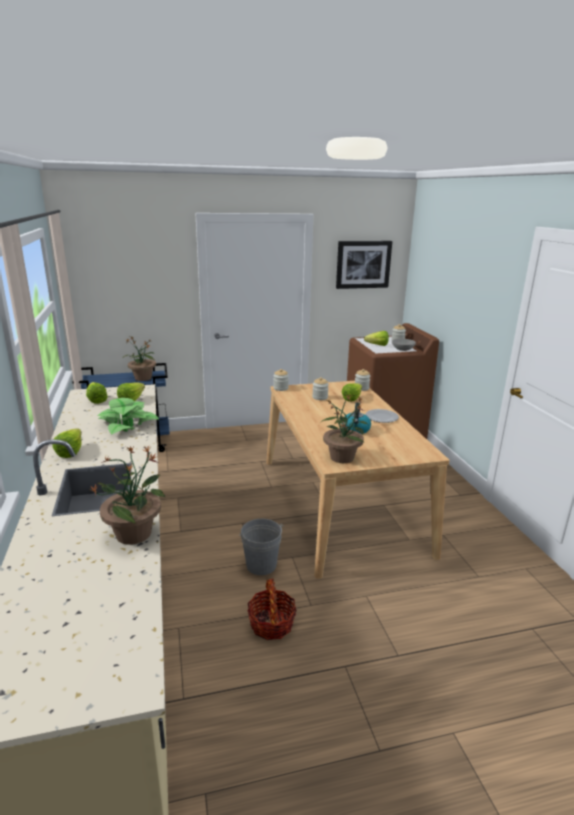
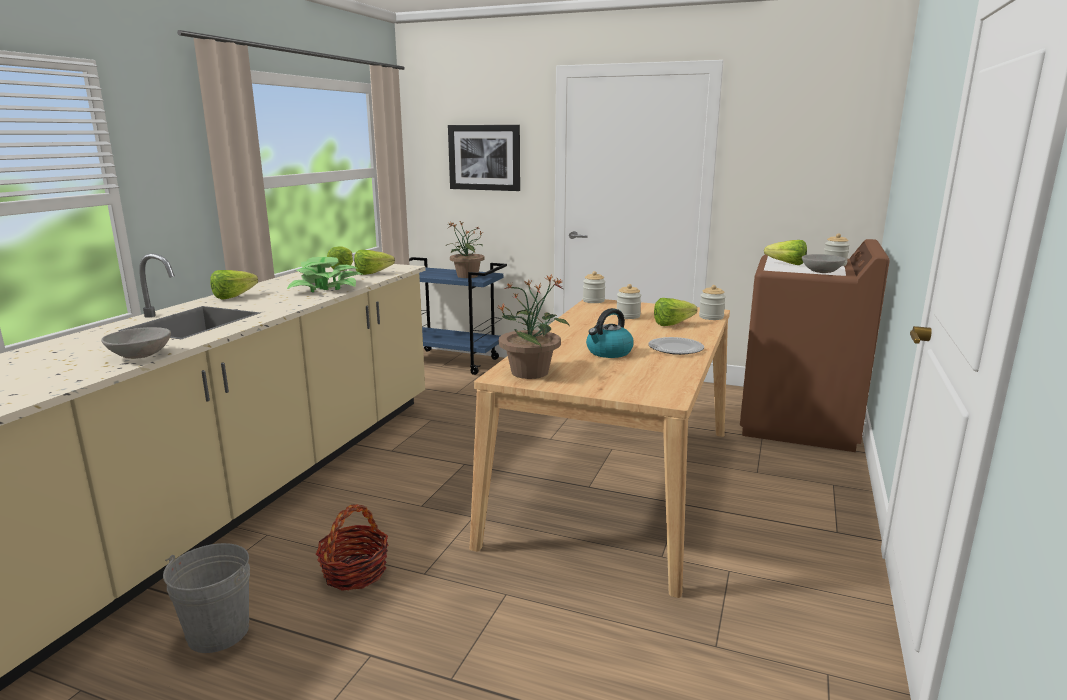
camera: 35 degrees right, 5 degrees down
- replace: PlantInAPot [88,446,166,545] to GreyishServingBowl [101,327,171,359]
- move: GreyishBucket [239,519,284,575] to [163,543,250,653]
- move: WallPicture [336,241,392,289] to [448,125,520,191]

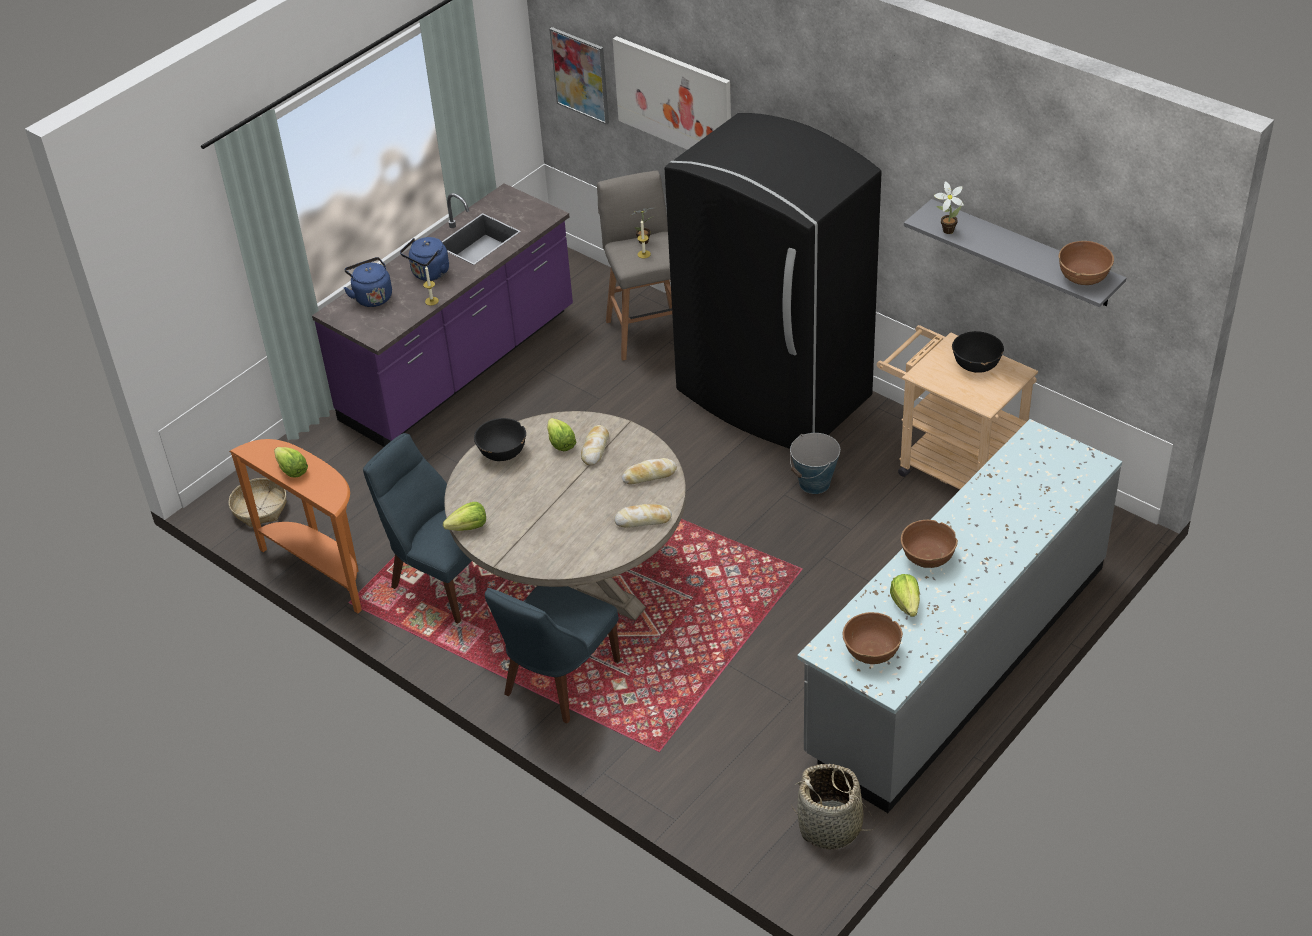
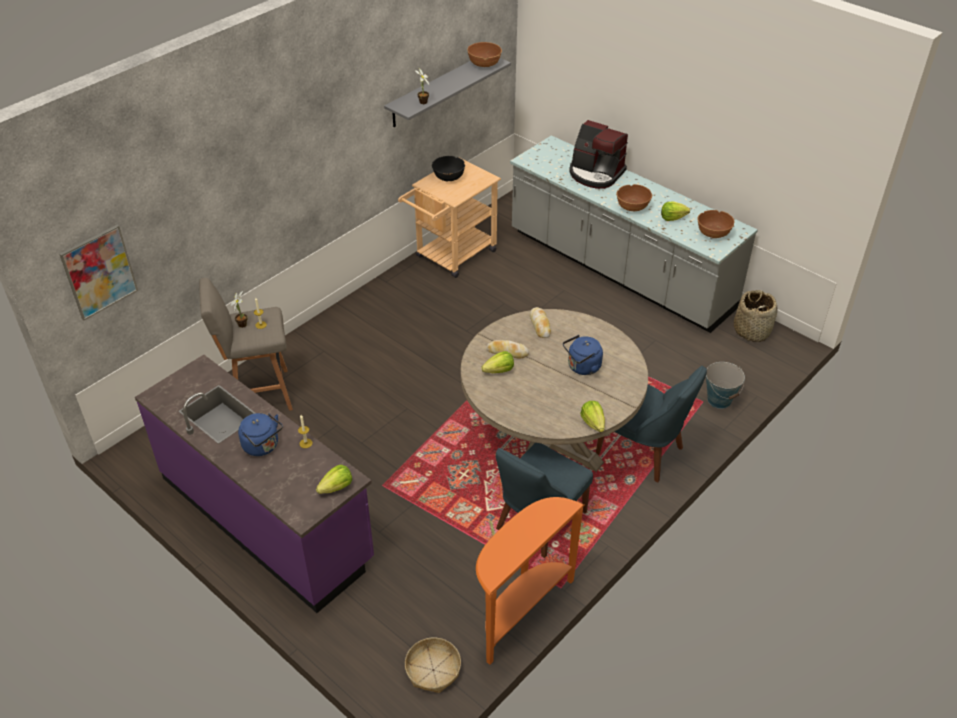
camera: 90 degrees left, 0 degrees up
- move: Lettuce [274,447,308,477] to [316,465,352,494]
- move: BlueWaterKettle [344,257,392,307] to [563,335,603,375]
- insert: CoffeeMaker [569,120,628,189]
- move: Bucket [790,433,840,494] to [706,362,745,409]
- delete: BlackColouredServingBowl [474,418,526,461]
- delete: WallPicture [613,36,731,150]
- delete: Bread [614,504,672,528]
- delete: BlackColouredRefrigerator [665,113,882,449]

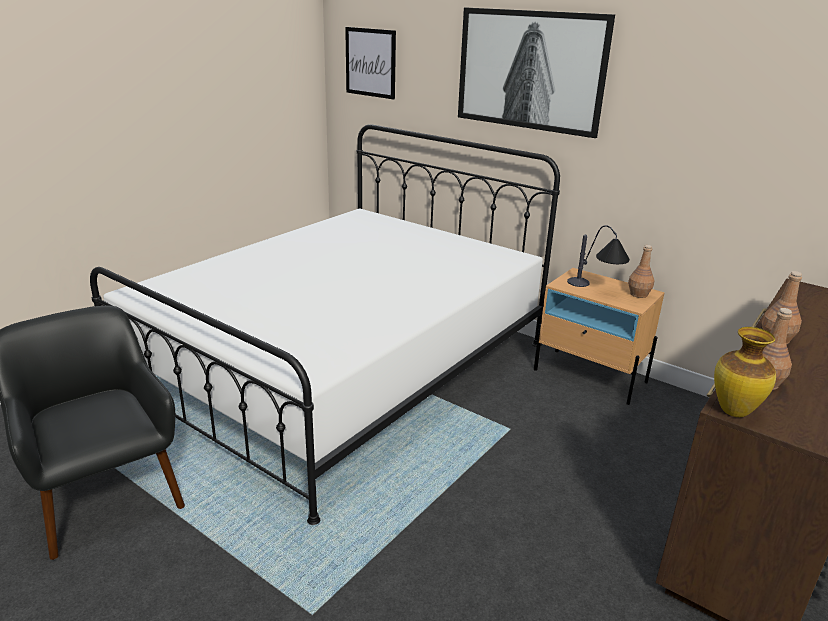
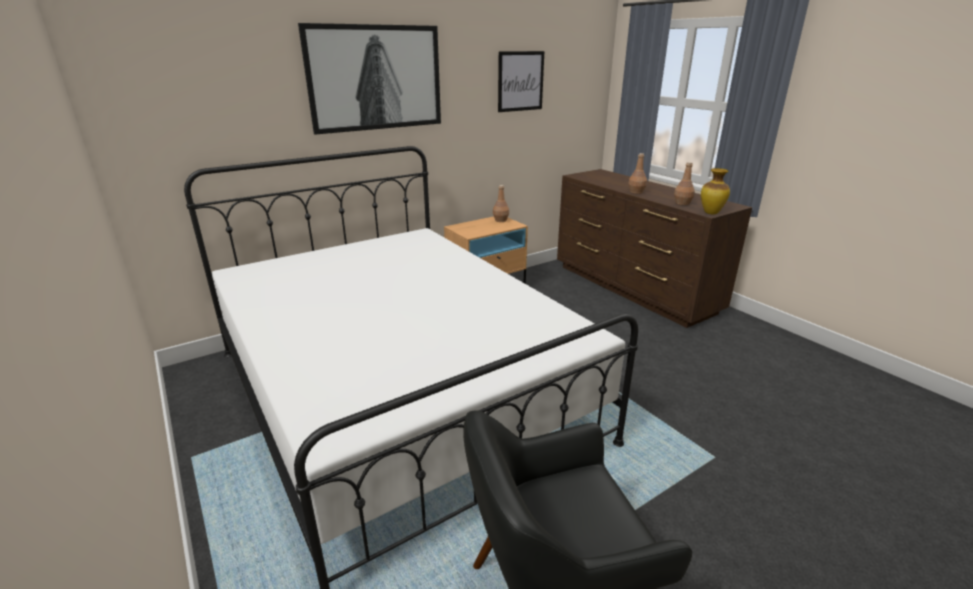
camera: 70 degrees left, 0 degrees up
- move: WallPicture [345,27,396,99] to [498,51,544,112]
- delete: LampForATable [567,225,630,287]

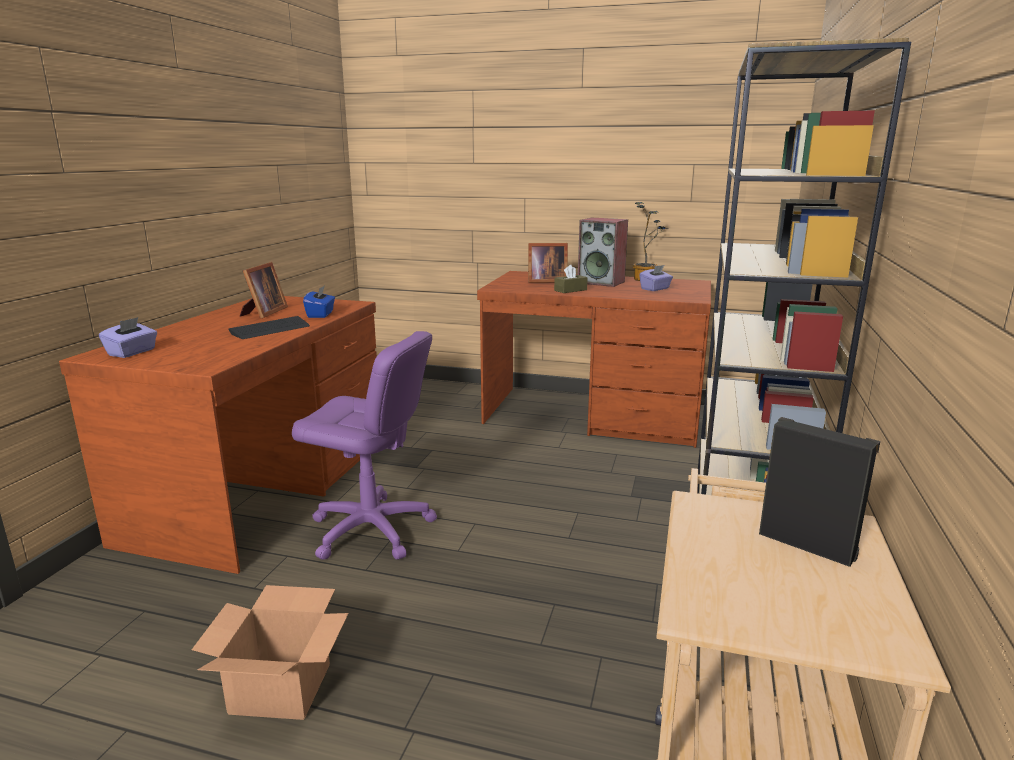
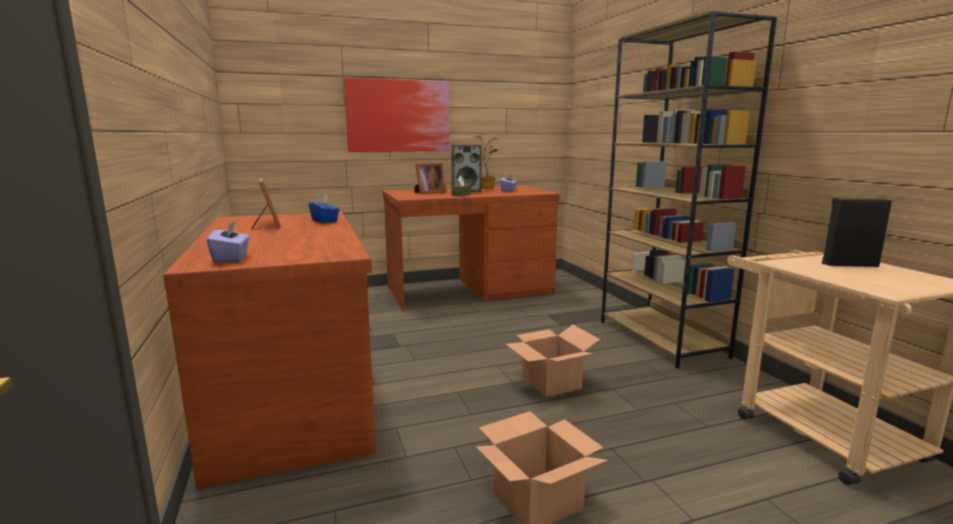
camera: 35 degrees left, 5 degrees down
- insert: WallPicture [344,78,450,152]
- insert: Carton [506,325,600,397]
- delete: PcKeyboard [228,316,310,339]
- delete: PurpleColouredOfficeChair [292,331,437,560]

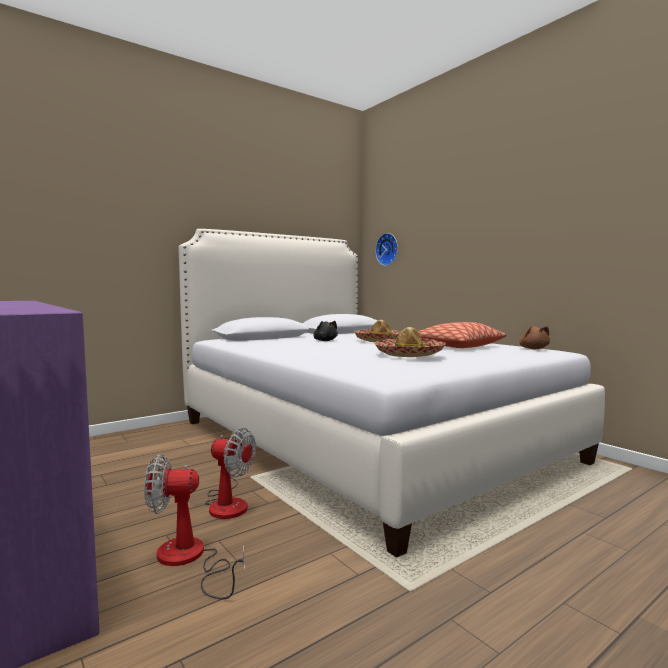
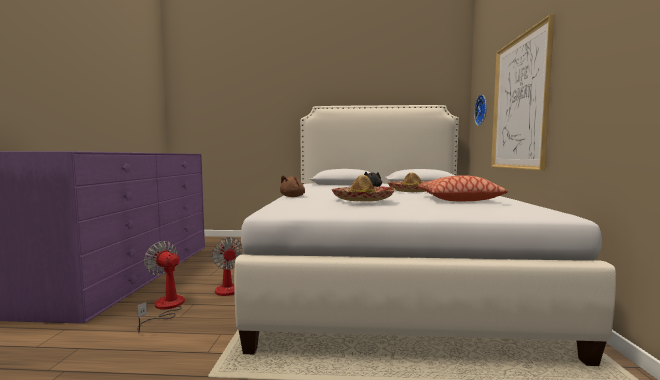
camera: 40 degrees right, 0 degrees up
- move: BrownColouredCuddlyToy [520,326,550,349] to [280,175,305,197]
- insert: WallPicture [491,14,554,171]

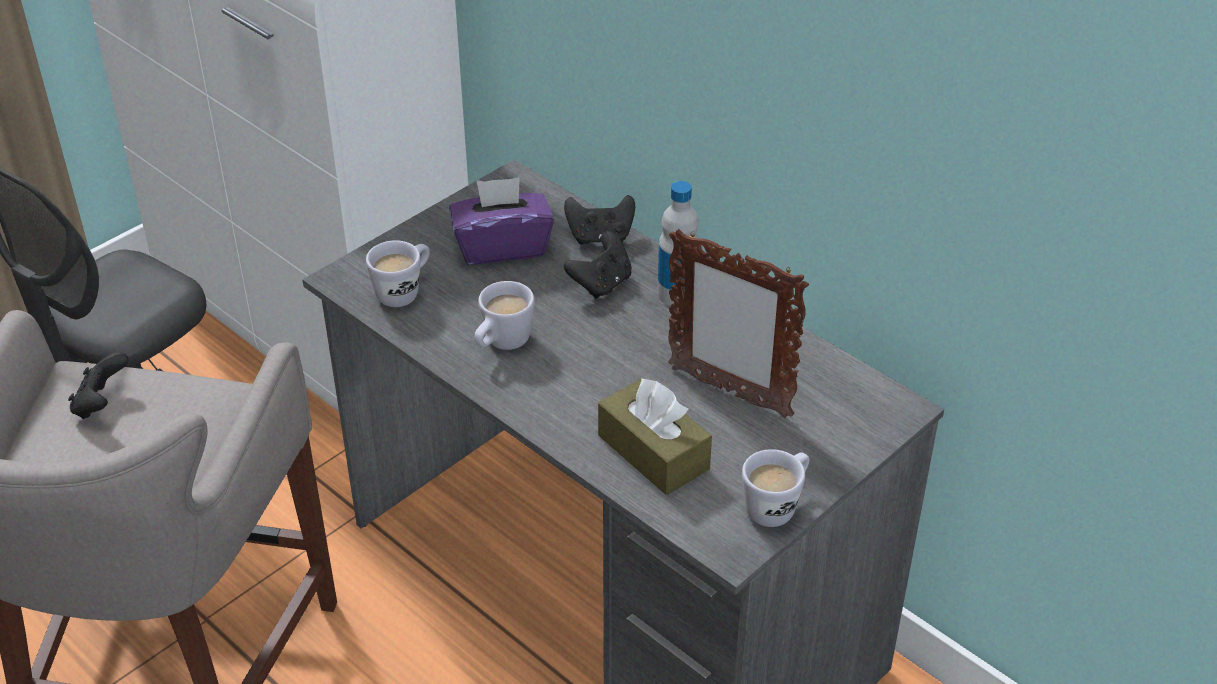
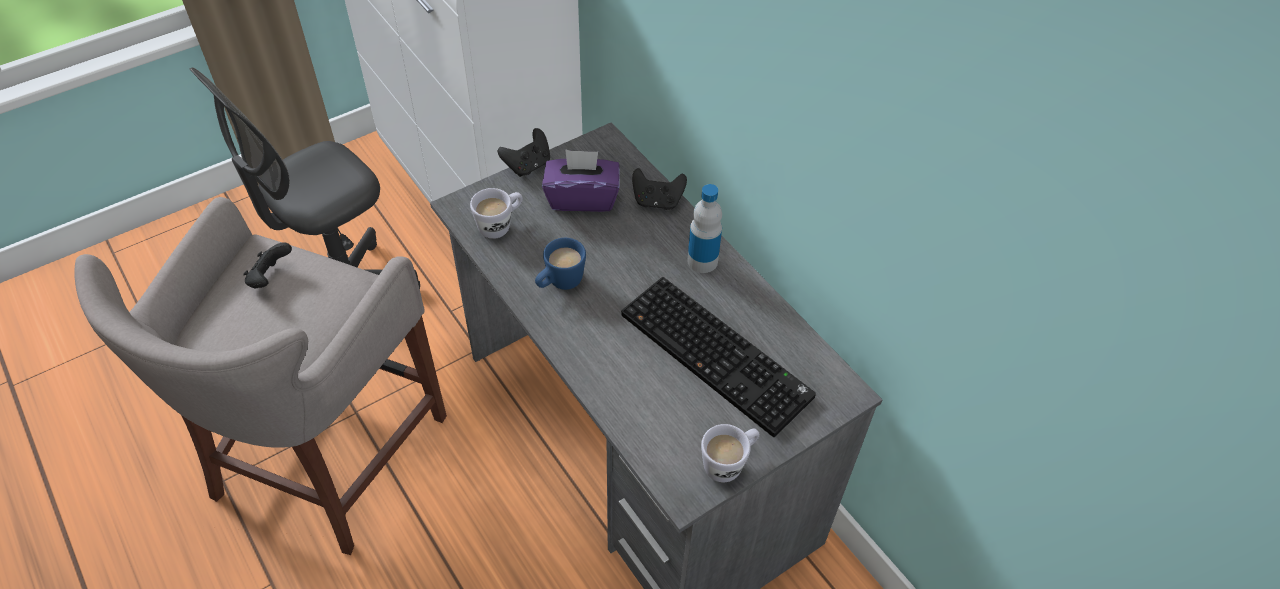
camera: 10 degrees right, 10 degrees up
- move: BlackColouredGamepad [564,231,632,299] to [498,128,550,177]
- recolor: WhiteMug [474,281,534,350] to BlueMug [535,238,586,290]
- replace: PhotoFrame [668,229,809,418] to PcKeyboard [621,277,816,437]
- delete: BrownColouredTissueBox [598,377,712,495]

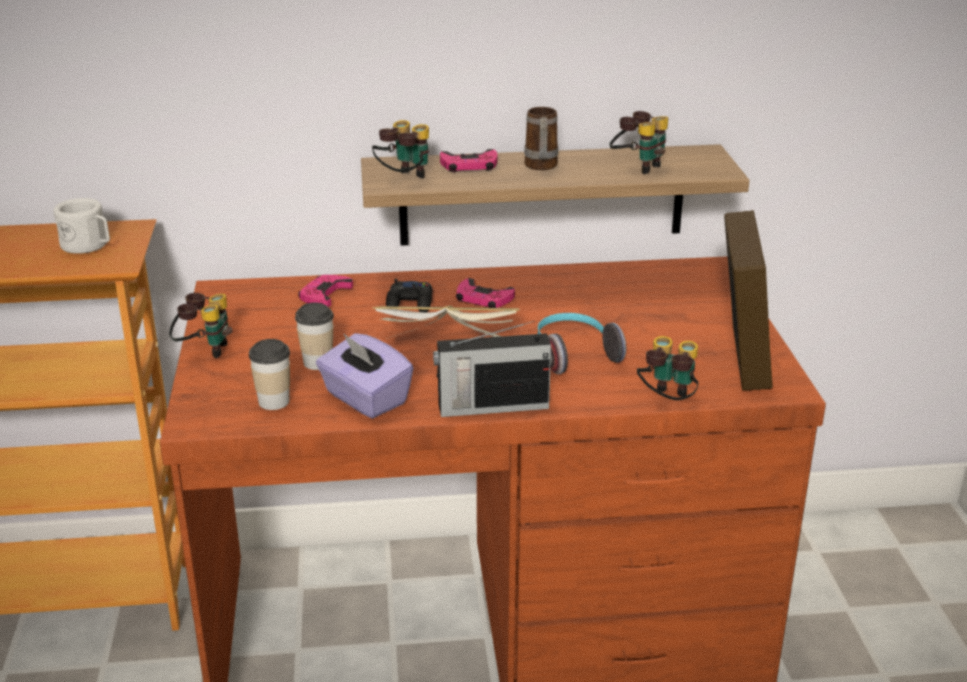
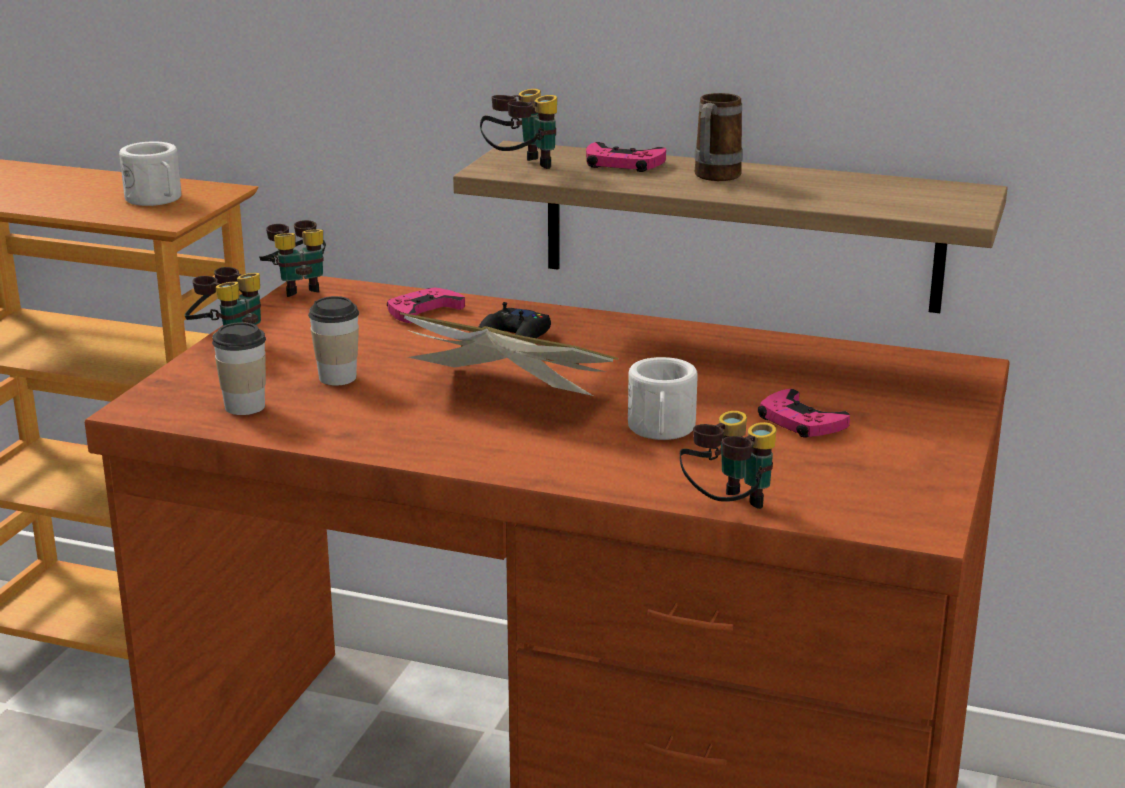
camera: 25 degrees right, 5 degrees down
- move: FieldGlasses [609,111,668,174] to [259,220,326,297]
- replace: Headphones [538,313,626,374] to WhiteMug [628,357,698,440]
- move: PinkColouredGamepad [456,278,515,308] to [758,389,850,438]
- delete: PurpleColouredTissueBox [316,333,414,418]
- delete: RadioReceiver [433,321,551,417]
- delete: PhotoFrame [724,210,773,391]

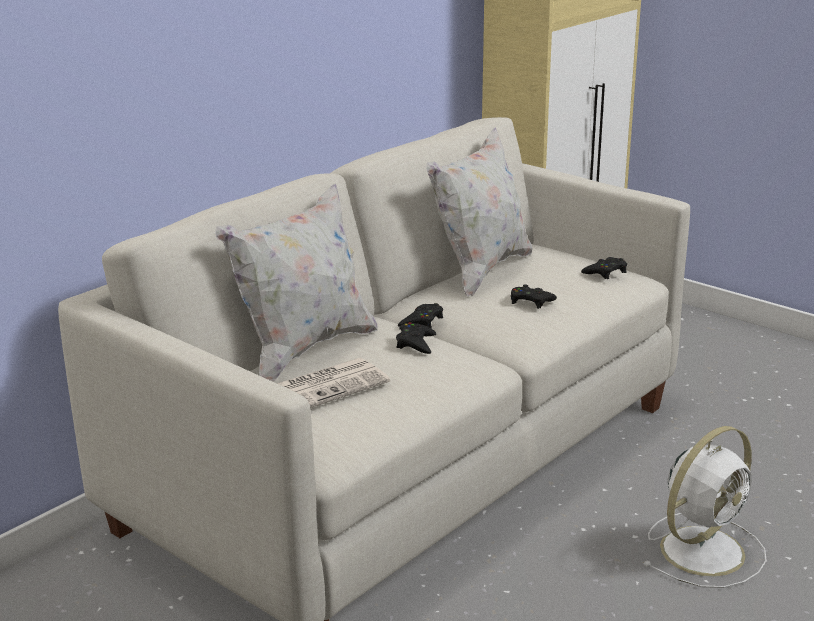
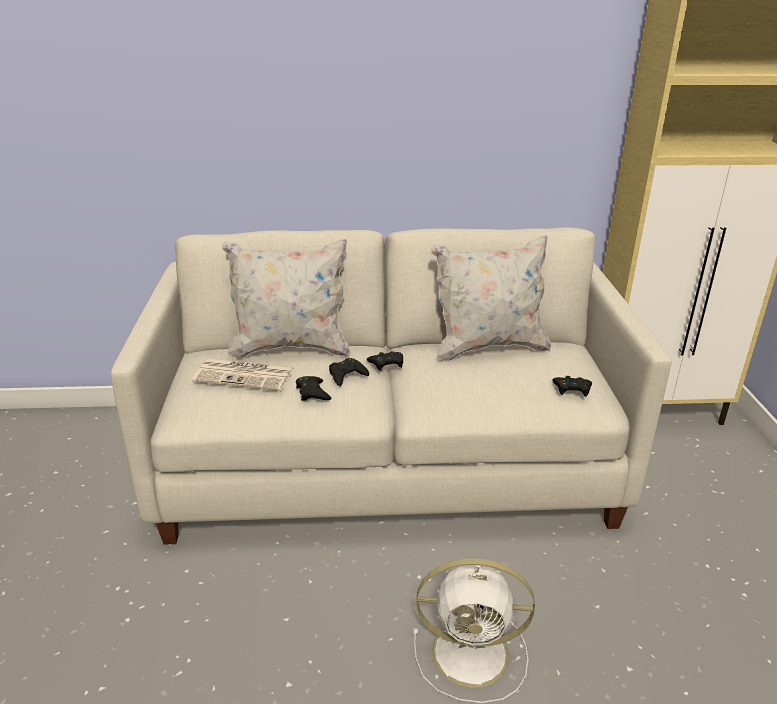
camera: 45 degrees right, 5 degrees up
- move: BlackColouredGamepad [511,284,557,309] to [296,376,331,401]

